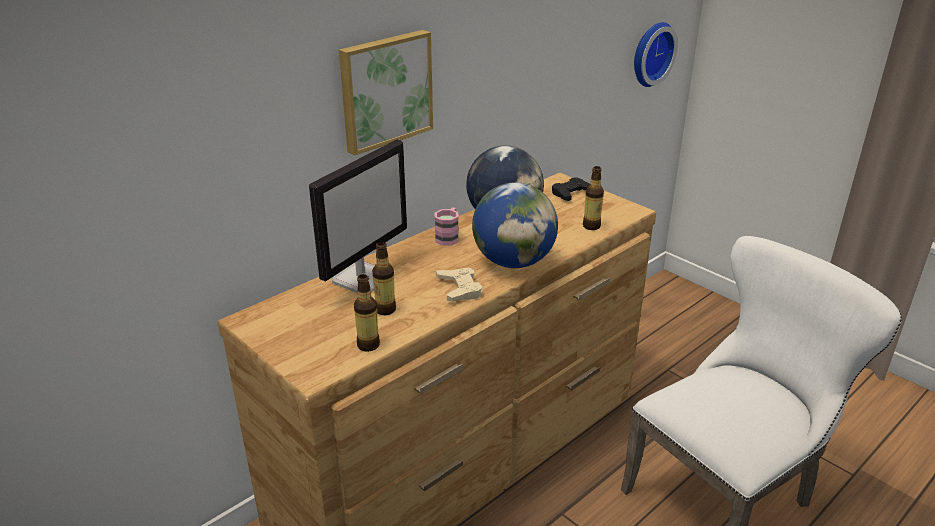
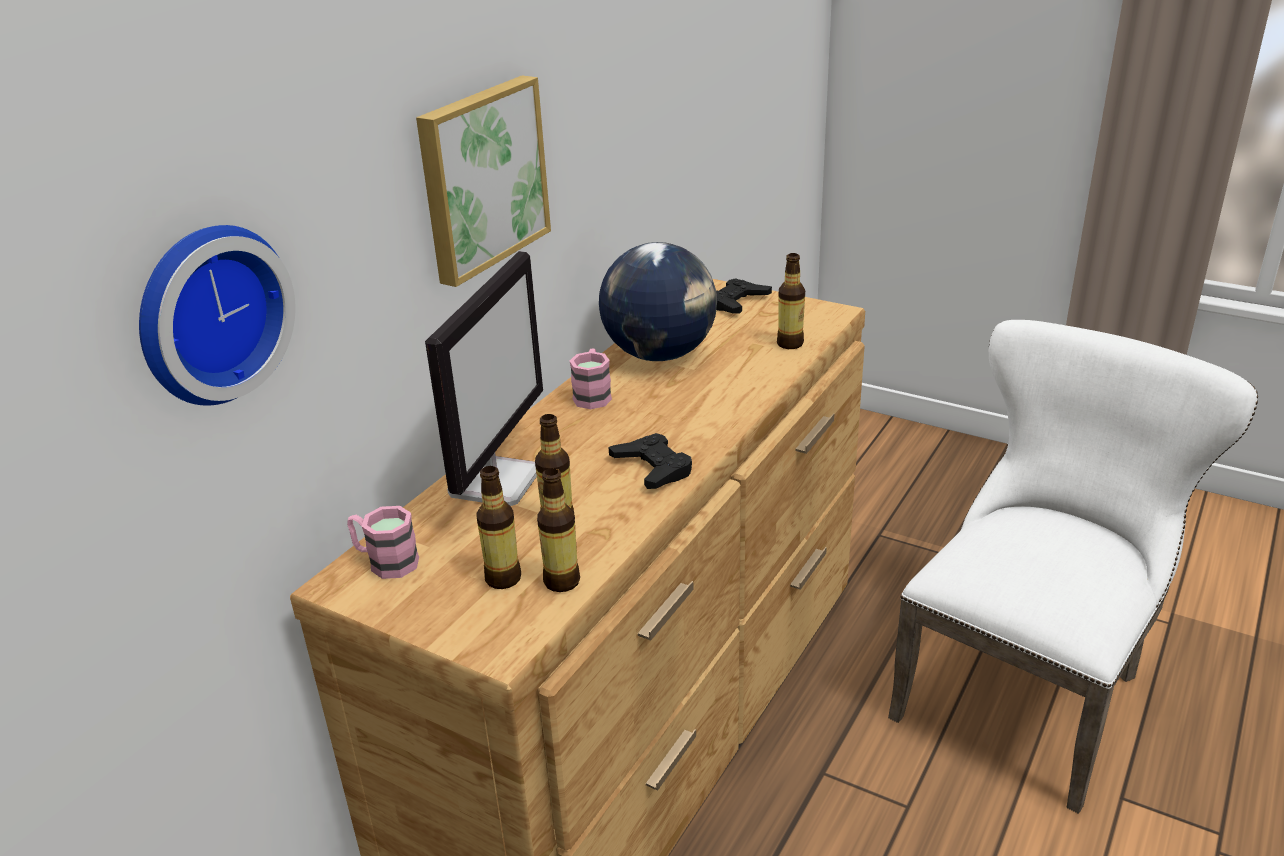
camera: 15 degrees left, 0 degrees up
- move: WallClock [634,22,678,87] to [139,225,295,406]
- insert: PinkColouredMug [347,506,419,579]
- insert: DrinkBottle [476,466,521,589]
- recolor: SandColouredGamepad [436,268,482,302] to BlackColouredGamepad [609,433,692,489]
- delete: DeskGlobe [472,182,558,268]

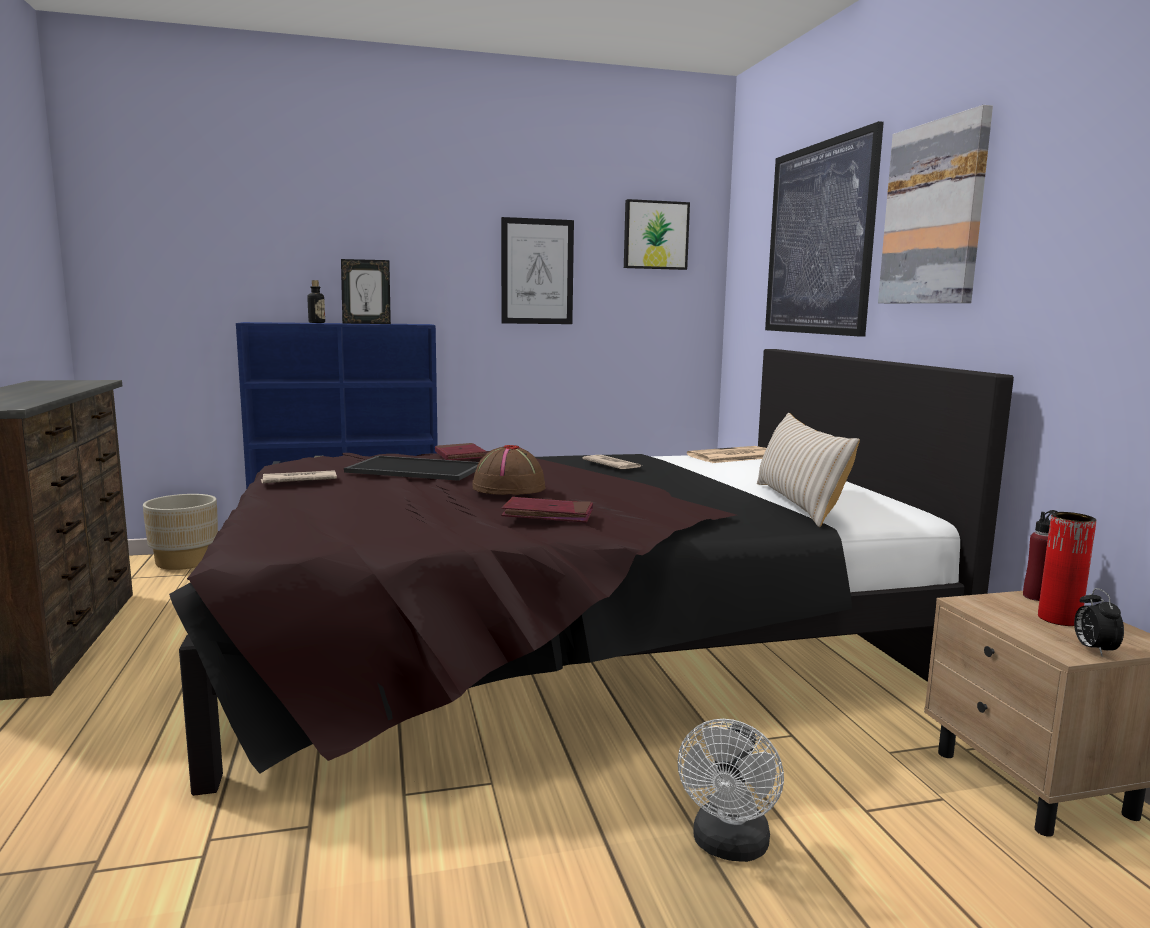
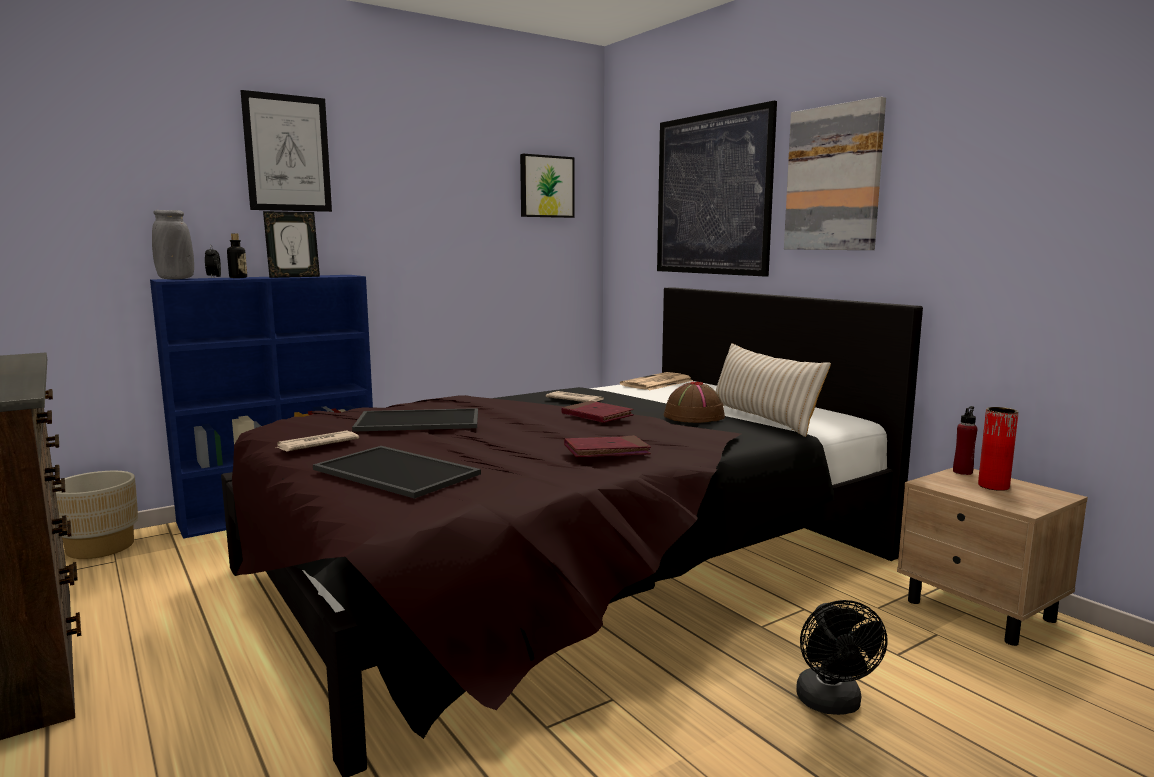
camera: 20 degrees left, 0 degrees up
- insert: GreyishVase [152,210,194,279]
- move: BedsideClock [1074,588,1124,656] to [205,245,221,278]
- move: WallPicture [501,217,574,324] to [240,90,332,212]
- insert: ServingTray [313,446,481,499]
- move: RedBoundBook [435,443,487,460] to [561,401,634,423]
- move: BrownColouredWearableHat [472,445,546,495] to [664,382,725,423]
- recolor: WhiteCoolingFan [678,719,784,862] to BlackColouredCoolingFan [796,600,888,715]

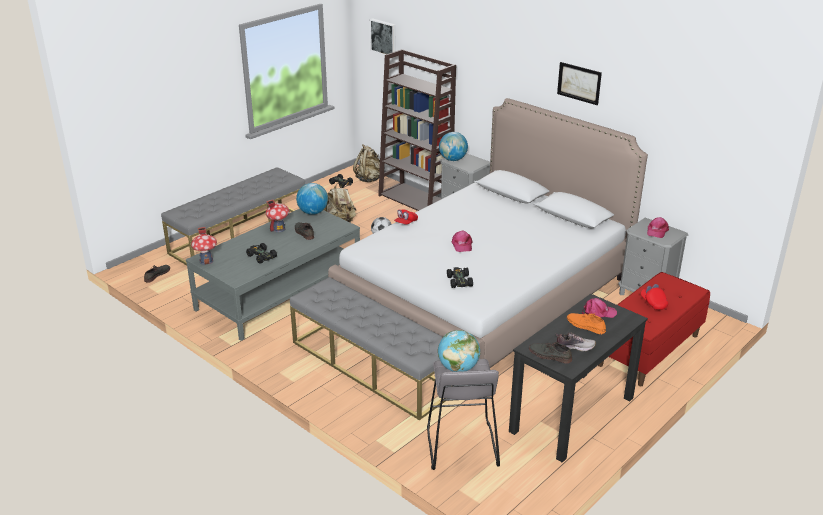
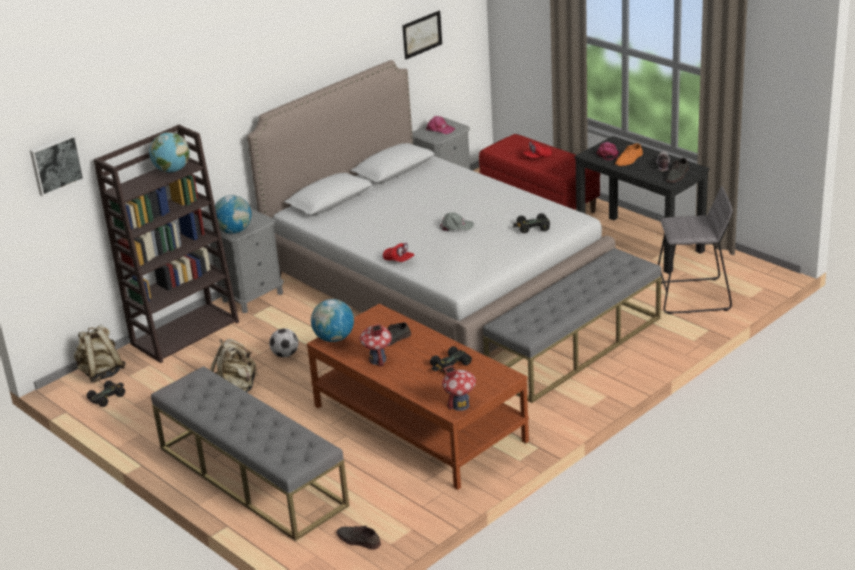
camera: 85 degrees left, 0 degrees up
- move: DeskGlobe [438,330,480,372] to [149,132,190,173]
- recolor: GreyishLowTable [186,209,360,341] to BrownColouredLowTable [307,303,529,490]
- move: WallPicture [557,62,602,105] to [402,11,442,60]
- recolor: PinkColouredPeakedCap [452,231,473,252] to GreyishPeakedCap [440,212,474,231]

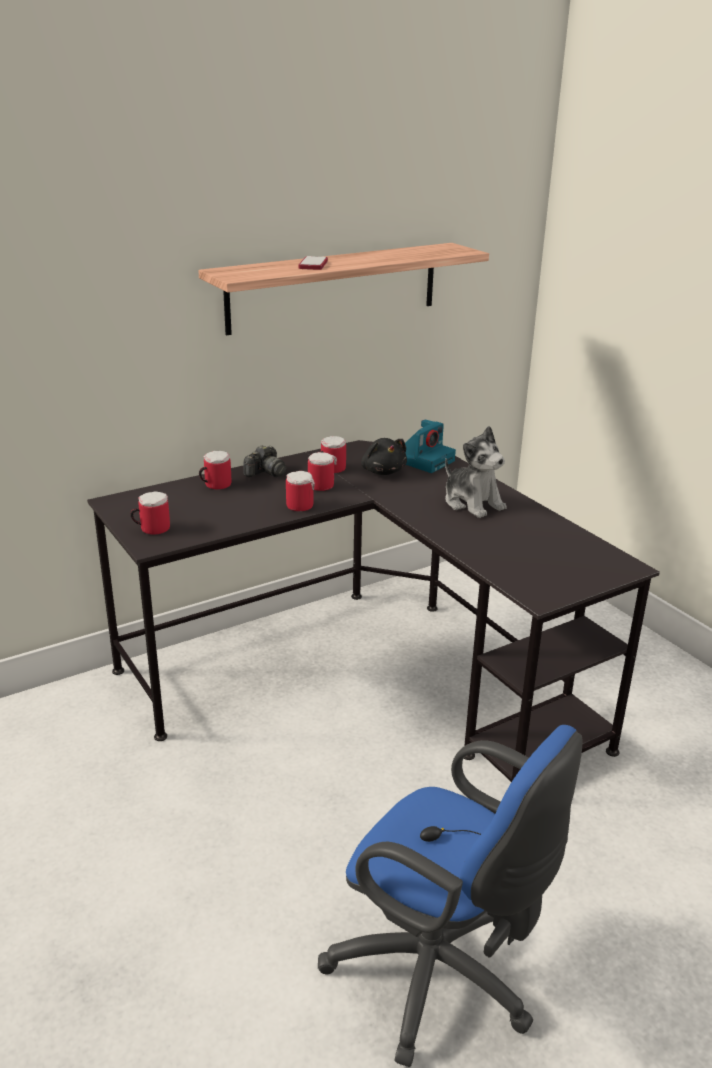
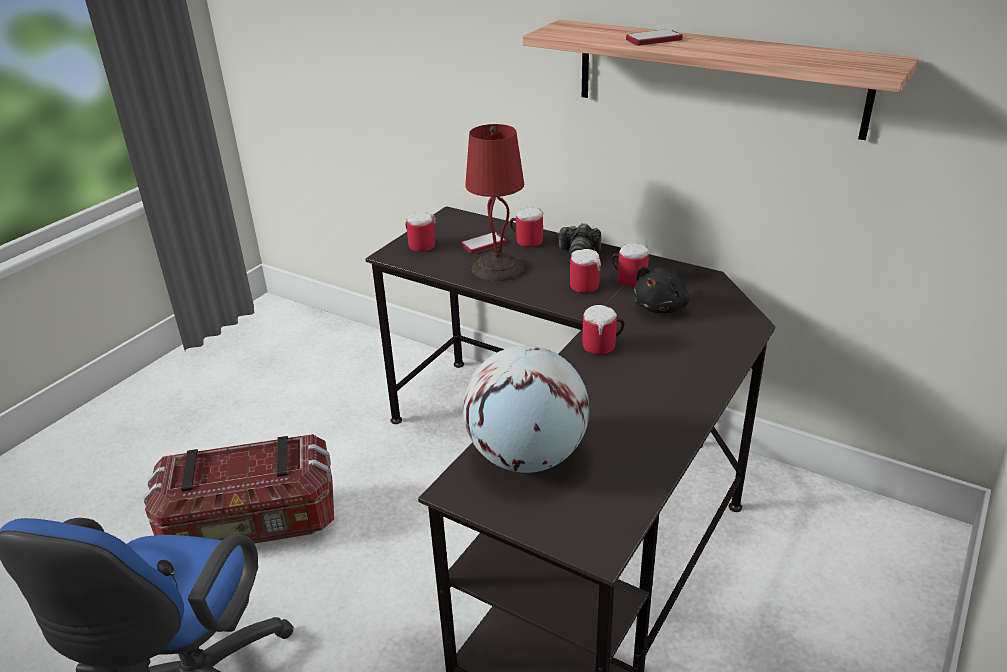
camera: 65 degrees right, 5 degrees up
- insert: StorageContainer [144,434,334,543]
- insert: Phone [461,232,506,254]
- insert: DeskGlobe [463,346,589,473]
- insert: RedLampForATable [465,124,525,281]
- move: Mug [286,471,315,511] to [583,305,625,355]
- delete: StillCamera [405,420,456,473]
- delete: CuddlyToy [445,426,507,518]

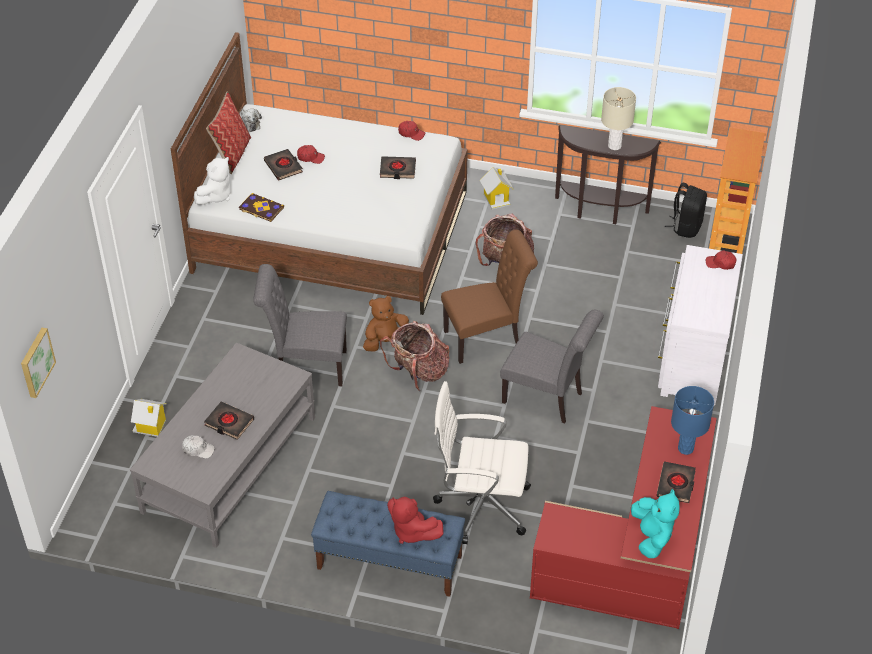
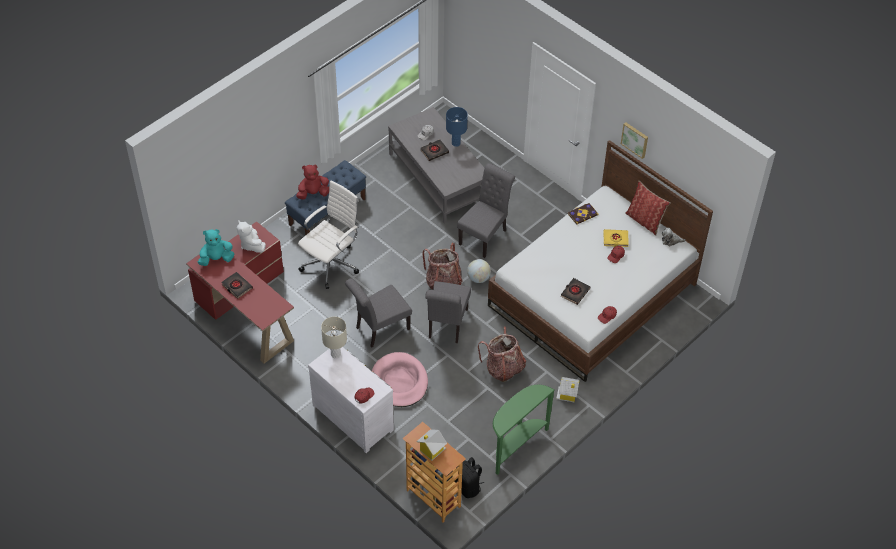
camera: 120 degrees right, 5 degrees up
- rotate: BlueGreenCuddlyToy [631,489,680,558] = [198,229,234,266] 135 degrees clockwise
- move: WhiteCuddlyToy [194,157,231,205] to [237,220,266,253]
- move: SandColouredLampForATable [601,87,636,150] to [321,317,347,358]
- insert: PinkColouredPetBed [372,352,428,407]
- move: MiniatureHouse [131,399,167,437] to [416,429,447,461]
- recolor: BrownColouredPlainChair [441,230,538,364] to GreyishPlainChair [425,281,471,343]
- move: BlueLampForATable [671,386,714,455] to [446,107,468,147]
- replace: BrownColouredCuddlyToy [363,296,409,352] to DeskGlobe [467,259,491,283]
- recolor: BrownColouredHallTable [555,125,661,224] to GreenColouredHallTable [493,385,555,475]
- recolor: BlackColouredBoundBook [264,149,303,181] to YellowBoundBook [603,229,629,247]
- move: WallPicture [21,328,56,398] to [621,122,648,159]

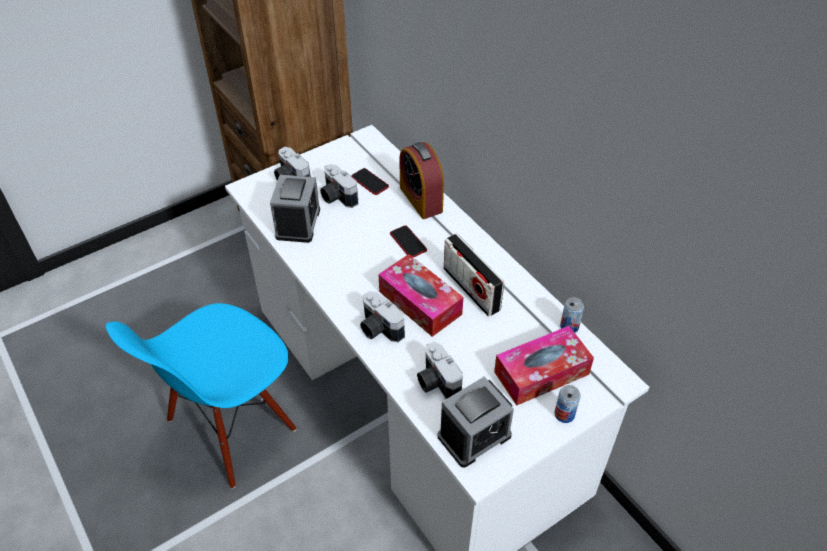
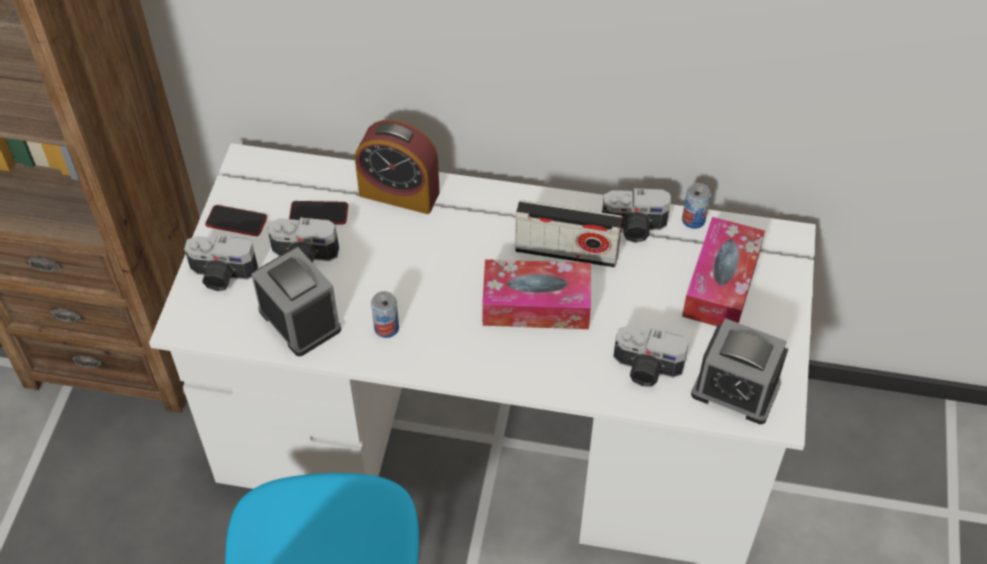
camera: 45 degrees left, 5 degrees up
- move: Phone [390,225,427,257] to [205,205,267,236]
- move: Can [554,385,580,423] to [371,291,399,338]
- move: StillCamera [360,291,405,343] to [602,188,671,243]
- rotate: BedsideClock [438,377,514,468] = [691,318,788,424] 105 degrees clockwise

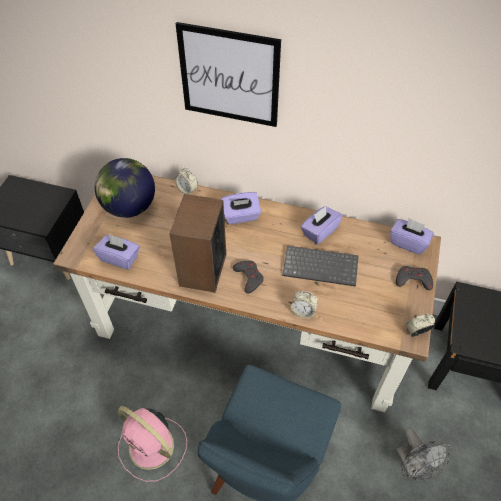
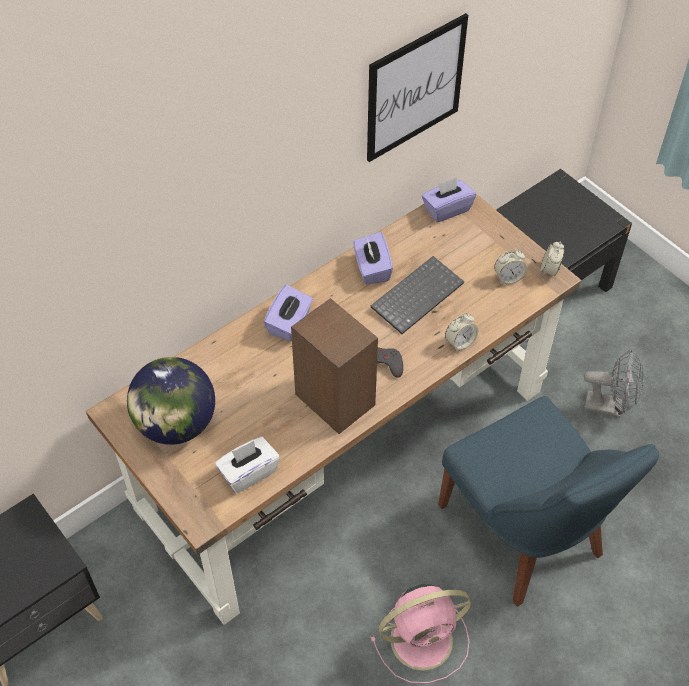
camera: 55 degrees left, 0 degrees up
- recolor: PurpleColouredTissueBox [93,234,140,270] to WhiteTissueBox [215,437,280,493]
- move: WallPicture [176,22,281,127] to [367,13,468,162]
- move: BedsideClock [175,168,198,195] to [494,249,527,284]
- delete: GreyishGamepad [396,266,433,290]

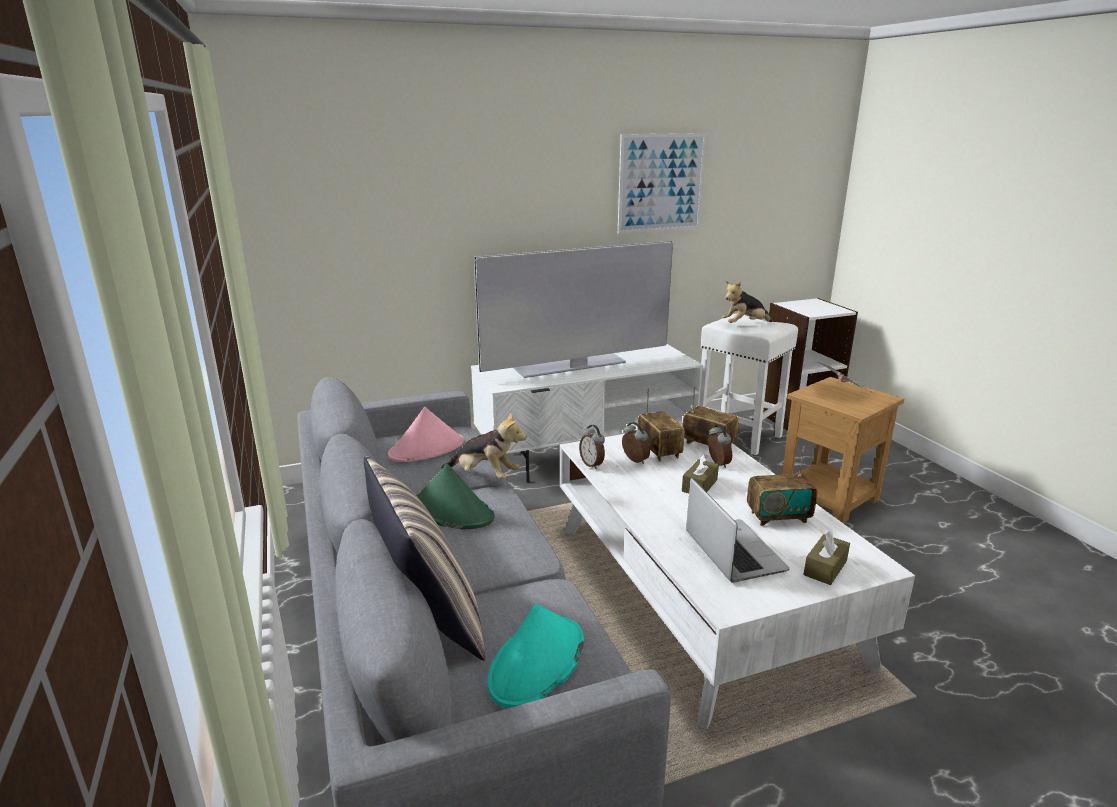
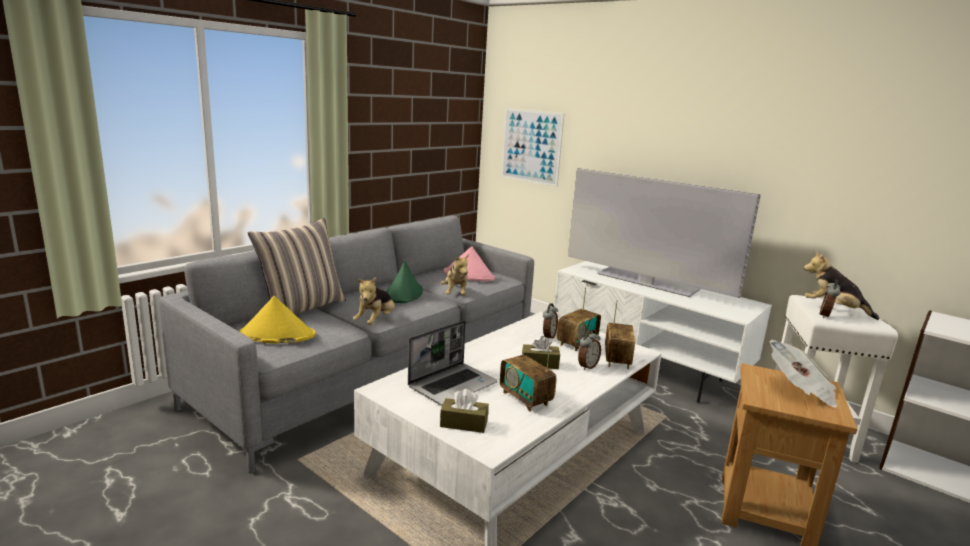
camera: 60 degrees right, 5 degrees down
- recolor: BlueGreenWearableHat [487,603,584,708] to YellowWearableHat [239,296,315,344]
- insert: CuddlyToy [353,277,395,325]
- move: WallPicture [618,133,706,234] to [501,108,565,187]
- move: BedsideClock [579,425,605,469] to [819,279,840,318]

